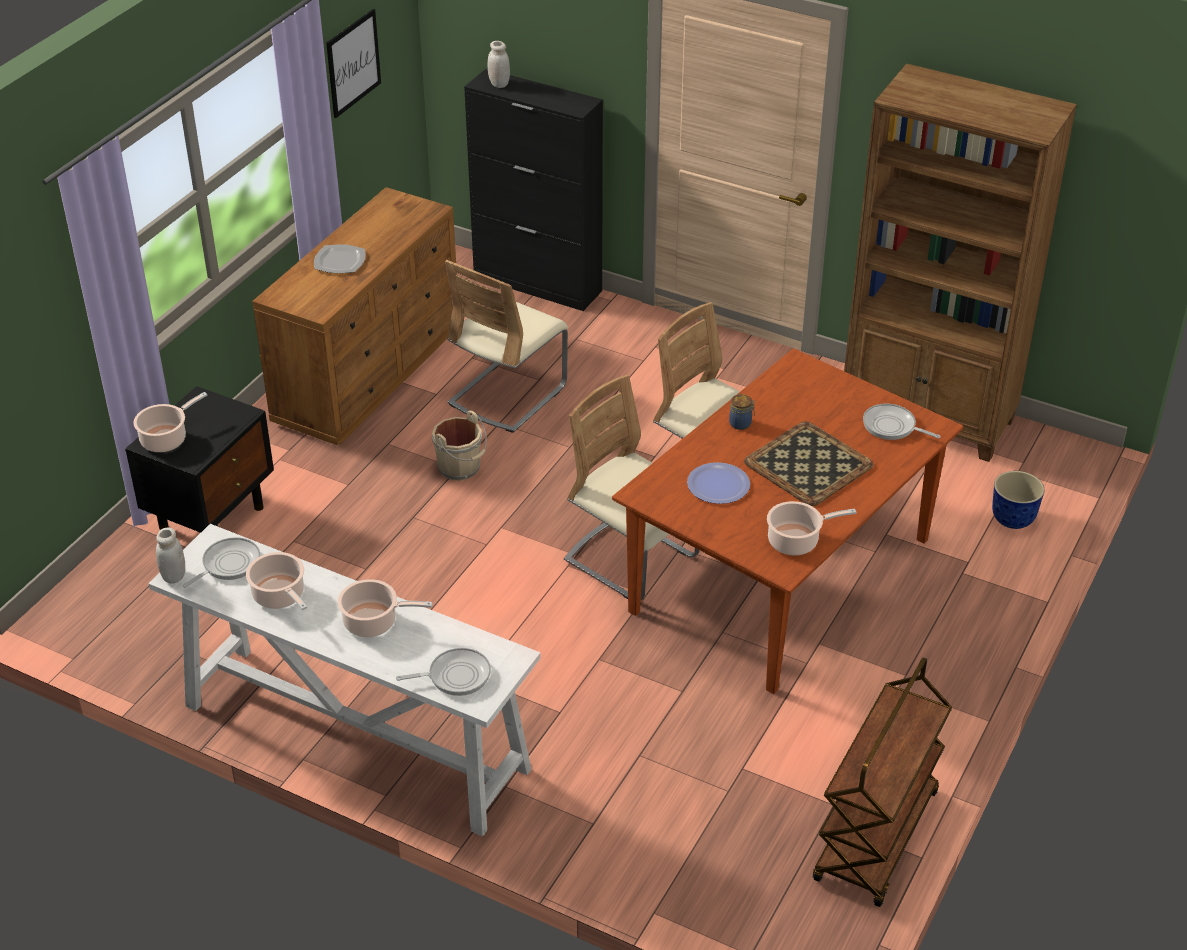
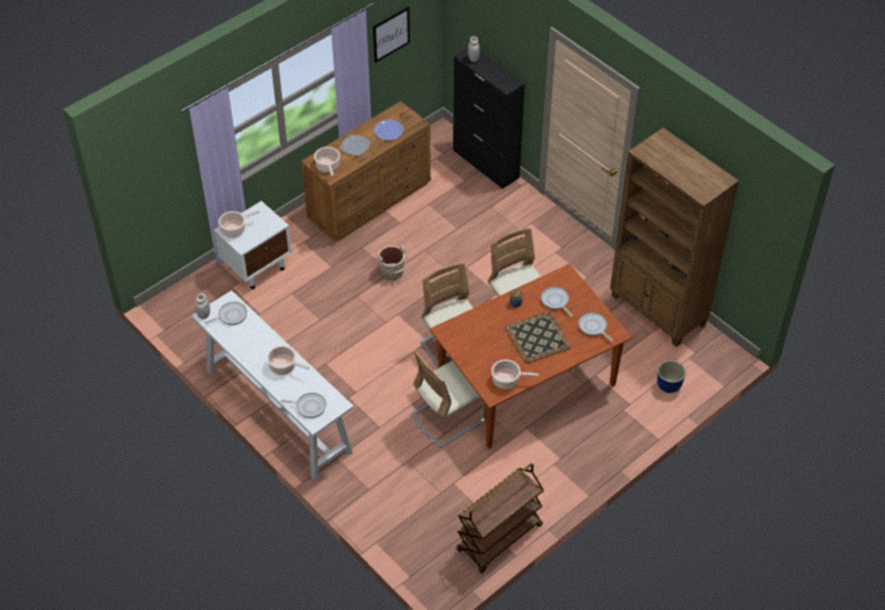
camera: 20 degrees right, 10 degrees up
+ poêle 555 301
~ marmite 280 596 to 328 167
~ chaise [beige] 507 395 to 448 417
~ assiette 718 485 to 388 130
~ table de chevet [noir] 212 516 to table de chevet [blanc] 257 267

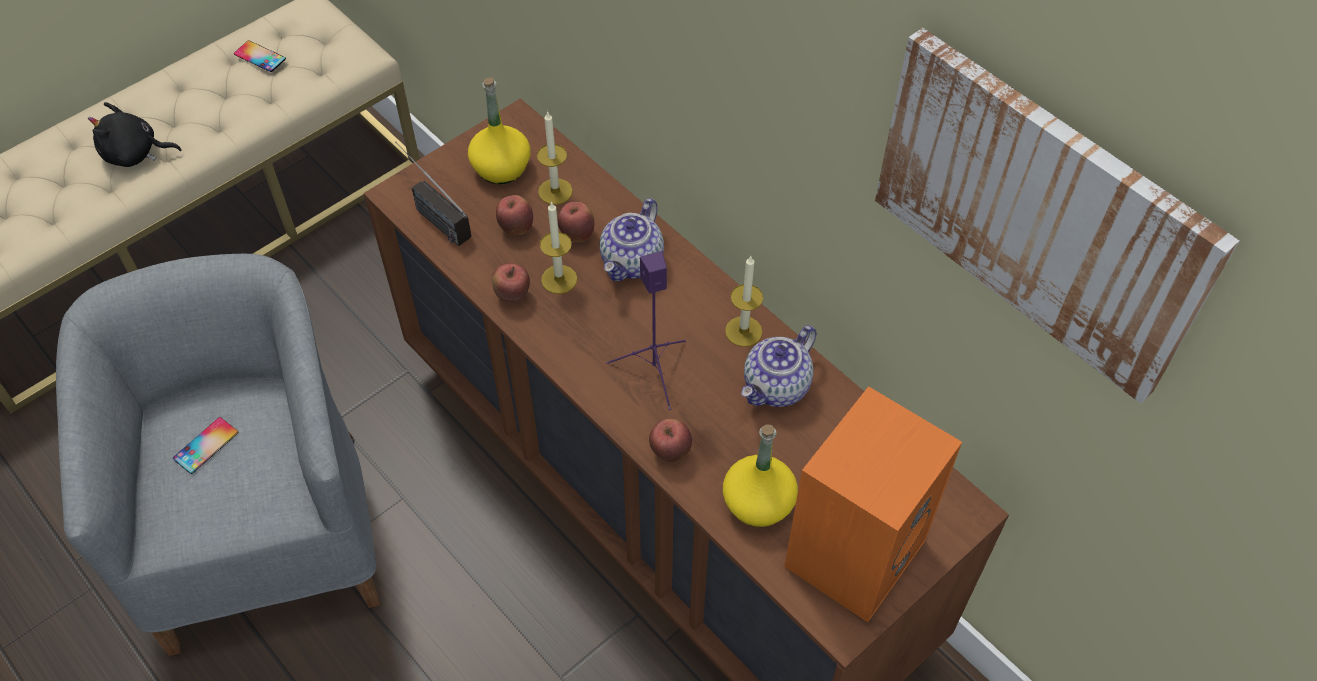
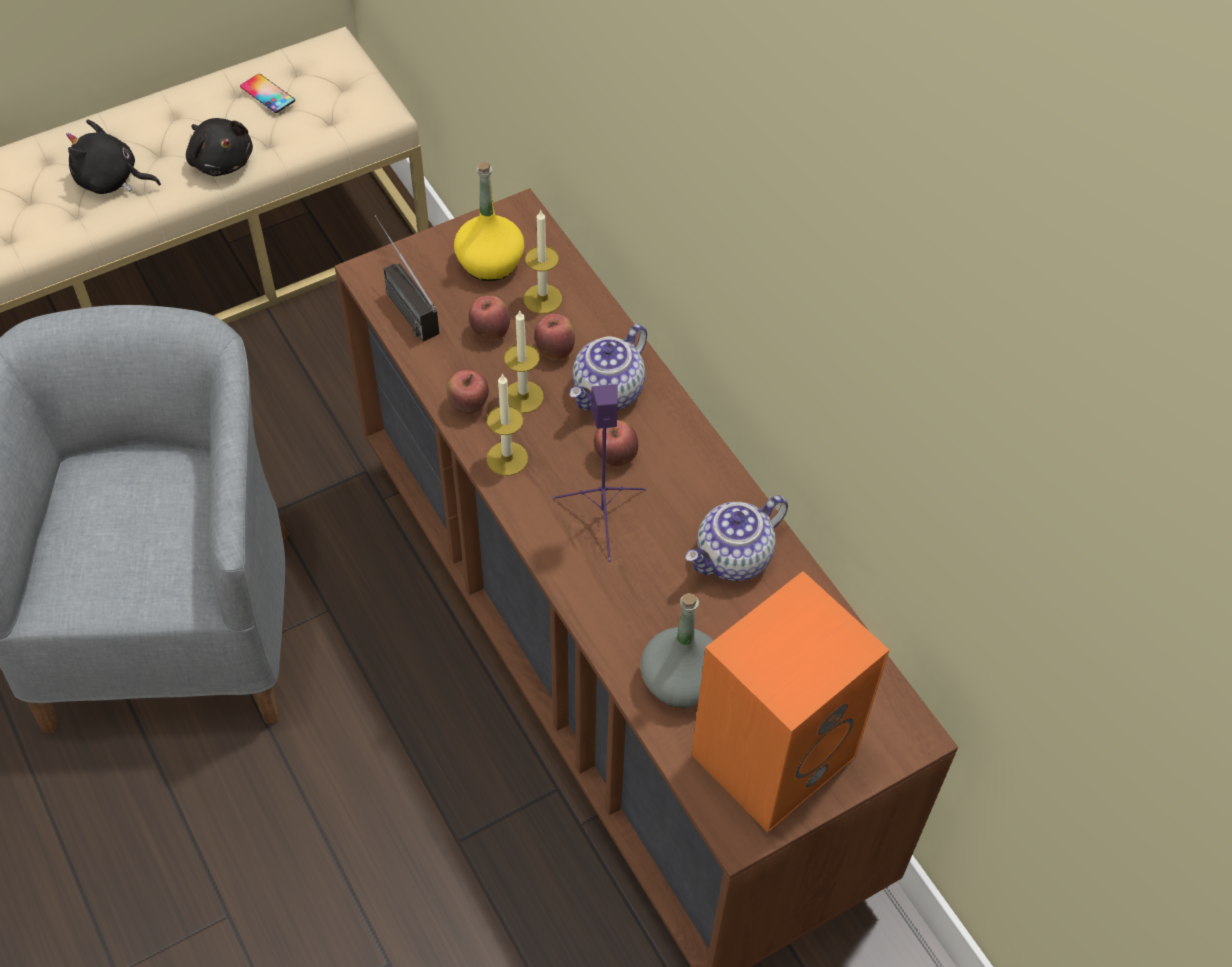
camera: 10 degrees right, 0 degrees up
- téléphone 206 445
- tableau 1039 212
+ peluche [noir] 221 161
~ pomme 670 451 to 615 457
~ bougie 743 331 to 507 458
~ bouteille [jaune] 758 502 to bouteille [gris] 680 680

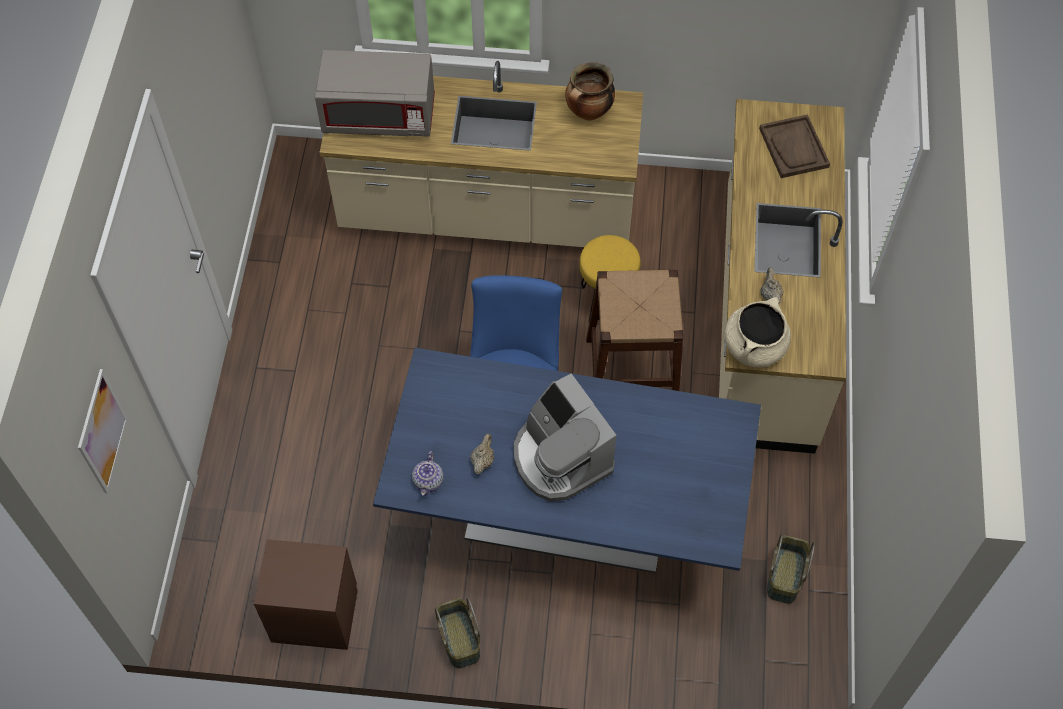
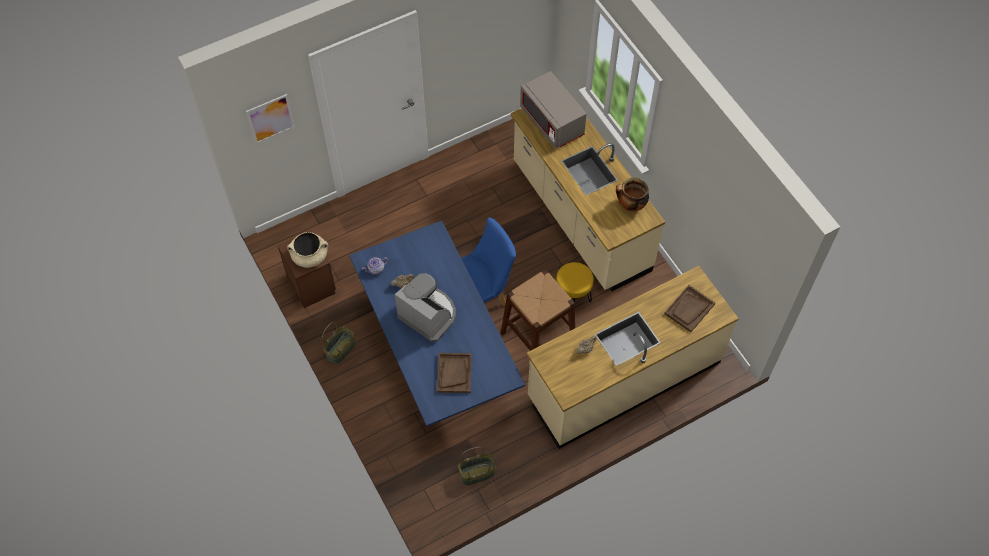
camera: 55 degrees right, 0 degrees up
+ plateau [marron] 454 373
~ marmite [beige] 754 346 to 310 256
~ machine à café 560 458 = 428 314 105 degrees clockwise

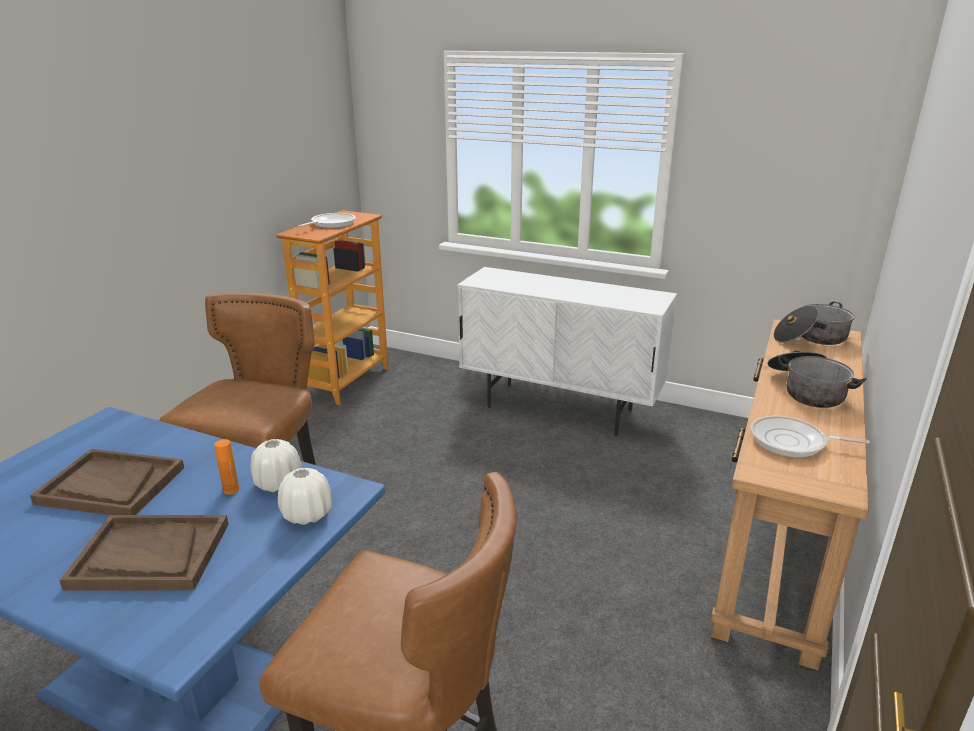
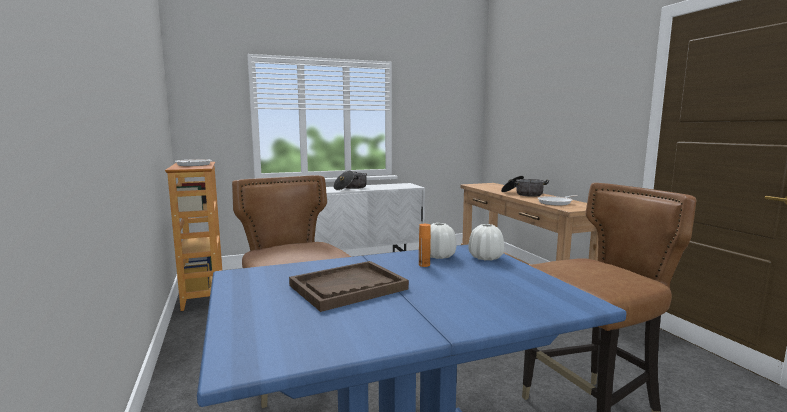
camera: 45 degrees left, 15 degrees down
- plateau [marron] 150 555
~ marmite 811 338 to 350 188

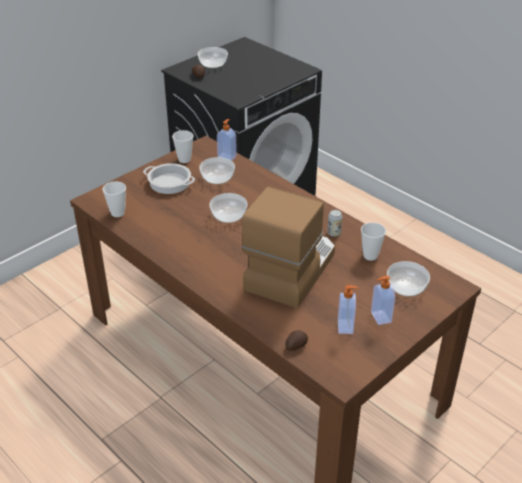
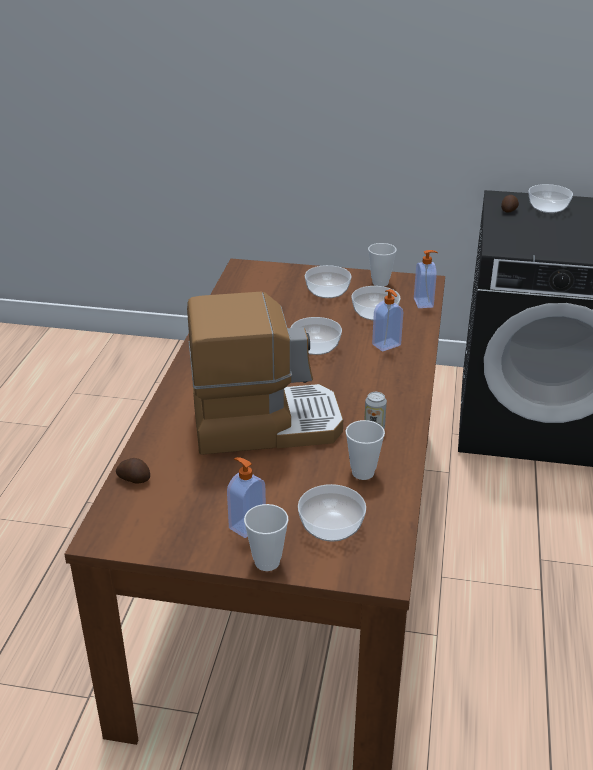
camera: 55 degrees right, 5 degrees down
~ tasse 117 213 to 267 562
~ distributeur de savon 346 326 to 387 345
~ marmite 170 182 to bol 328 292

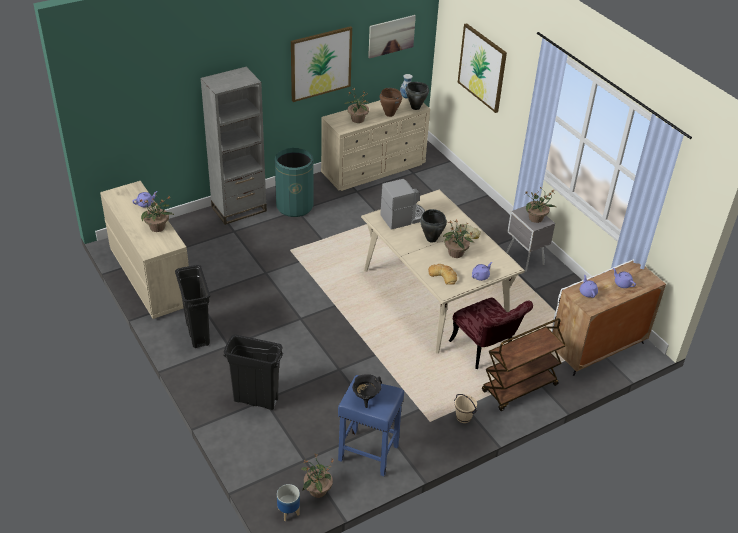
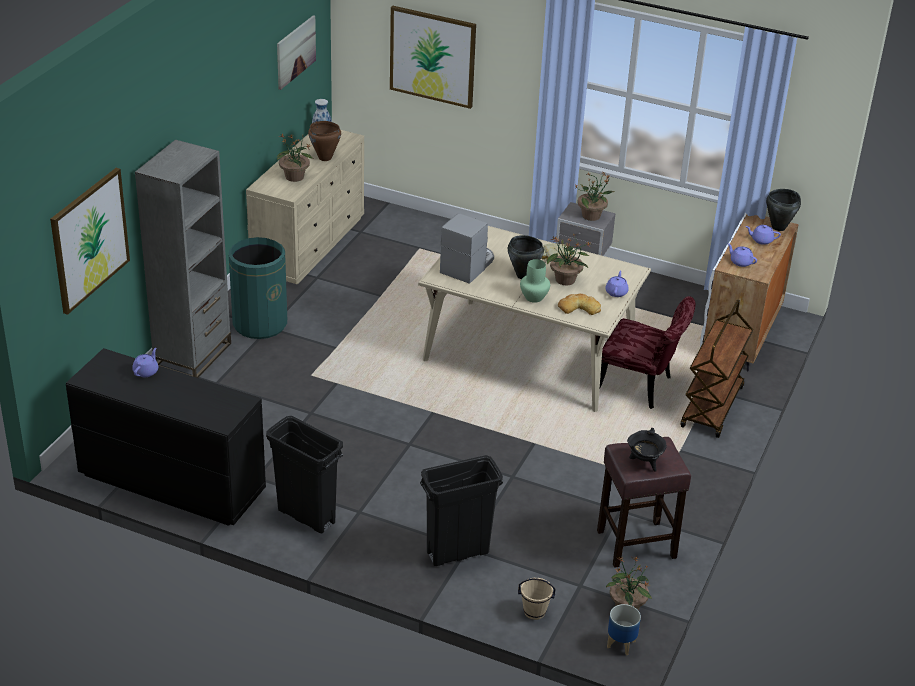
camera: 35 degrees left, 5 degrees down
- plante en pot 158 227
+ vase [vert] 534 297
~ tableau 320 63 to 89 240
~ marmite [noir] 415 107 to 778 227
~ seau [beige] 463 417 to 534 612
~ commode [beige] 150 278 to commode [noir] 170 482
~ tabouret [bleu] 367 453 to tabouret [marron] 635 544

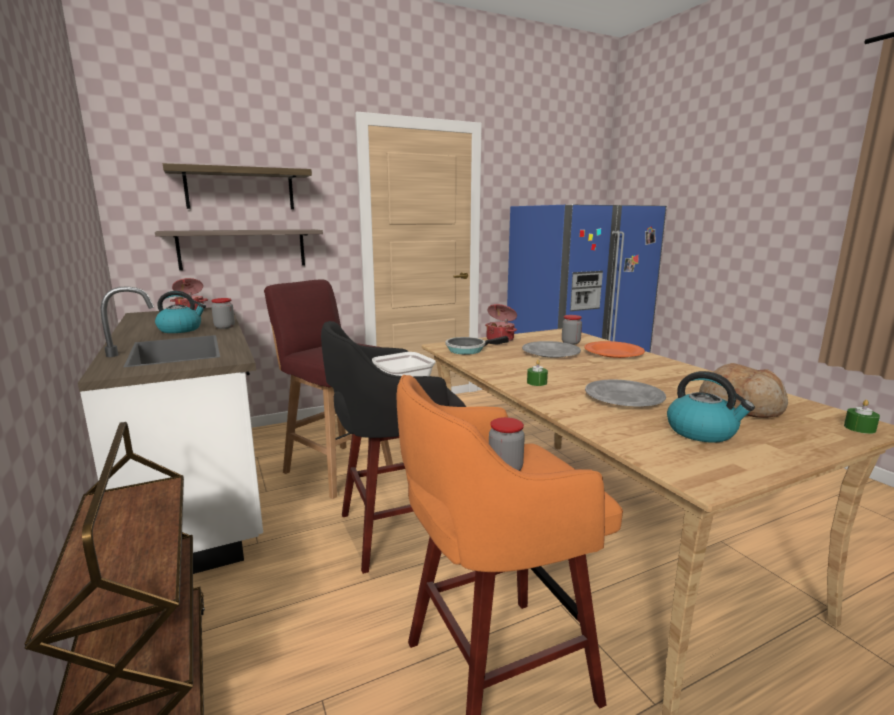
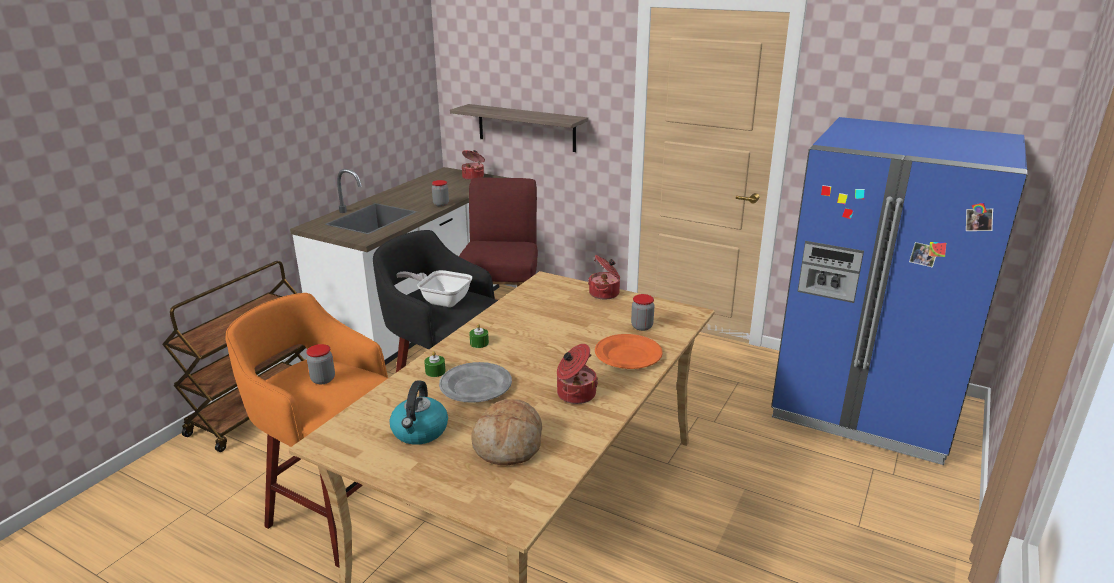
camera: 55 degrees right, 10 degrees up
- bouilloire 181 329
- étagère 240 189
- poêle 468 349
- assiette [gris] 551 353
+ marmite 575 394
~ bougie [vert] 859 428 to 435 371

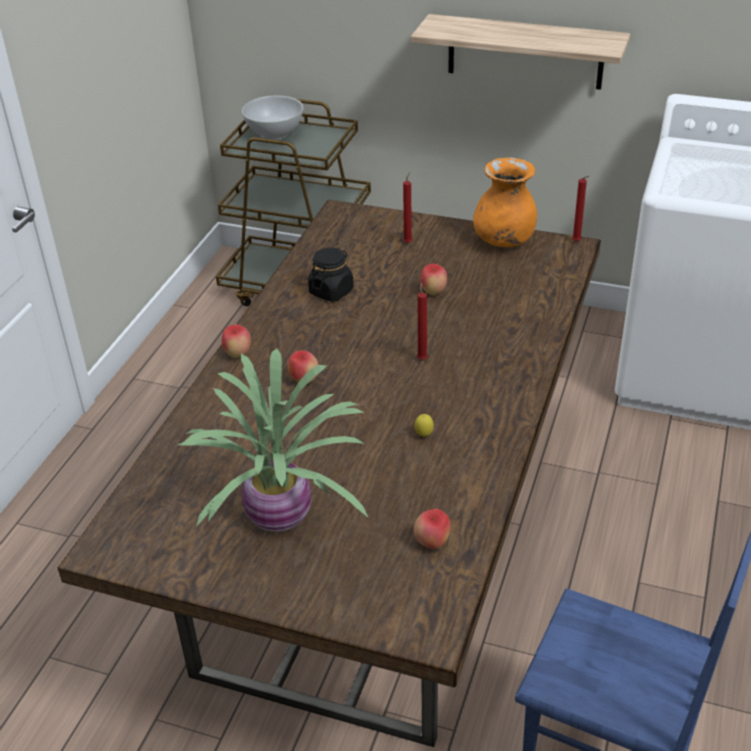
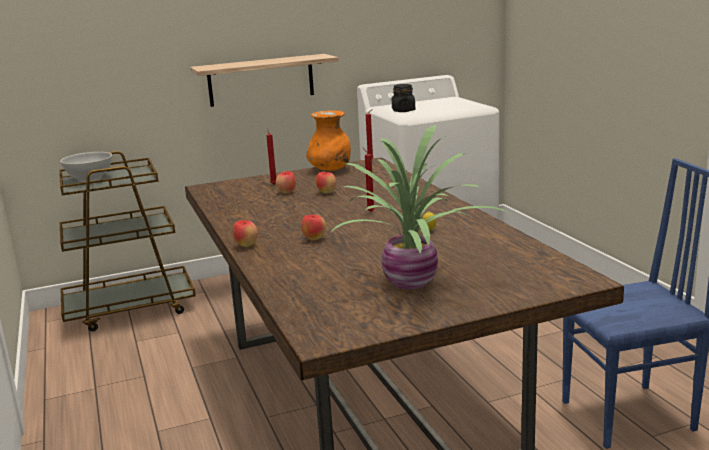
camera: 40 degrees left, 20 degrees down
~ bocal [noir] 331 291 to 403 110
~ pomme 432 543 to 287 192

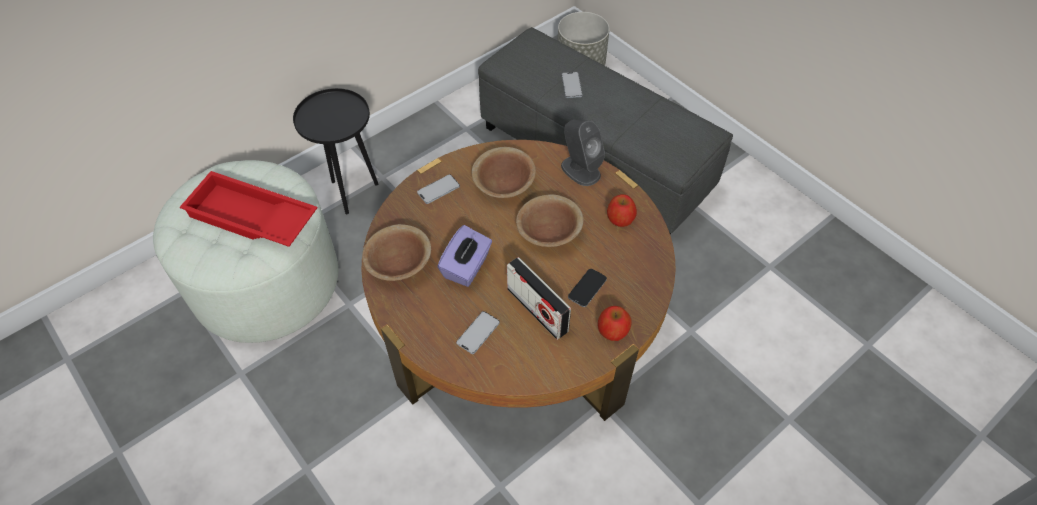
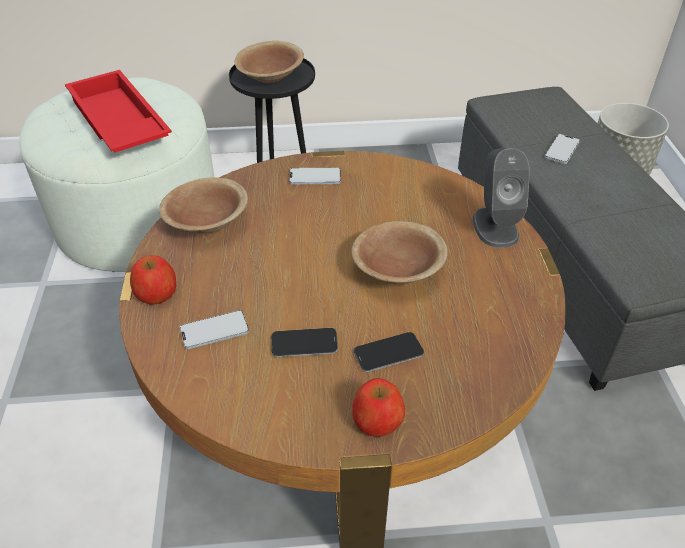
camera: 35 degrees right, 10 degrees down
- boîte à mouchoirs [violet] 467 267
~ bol [marron] 504 184 to 270 76
~ pomme 620 218 to 156 292
~ radio 537 310 to téléphone 304 343

